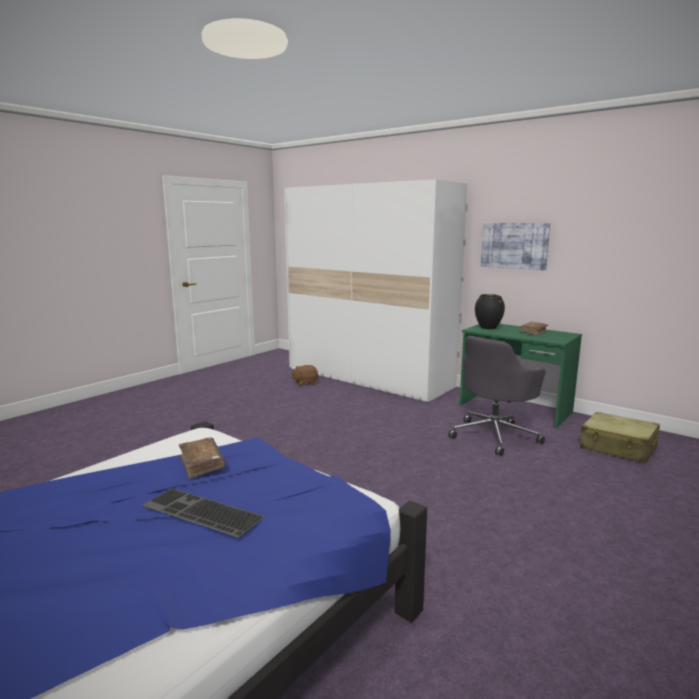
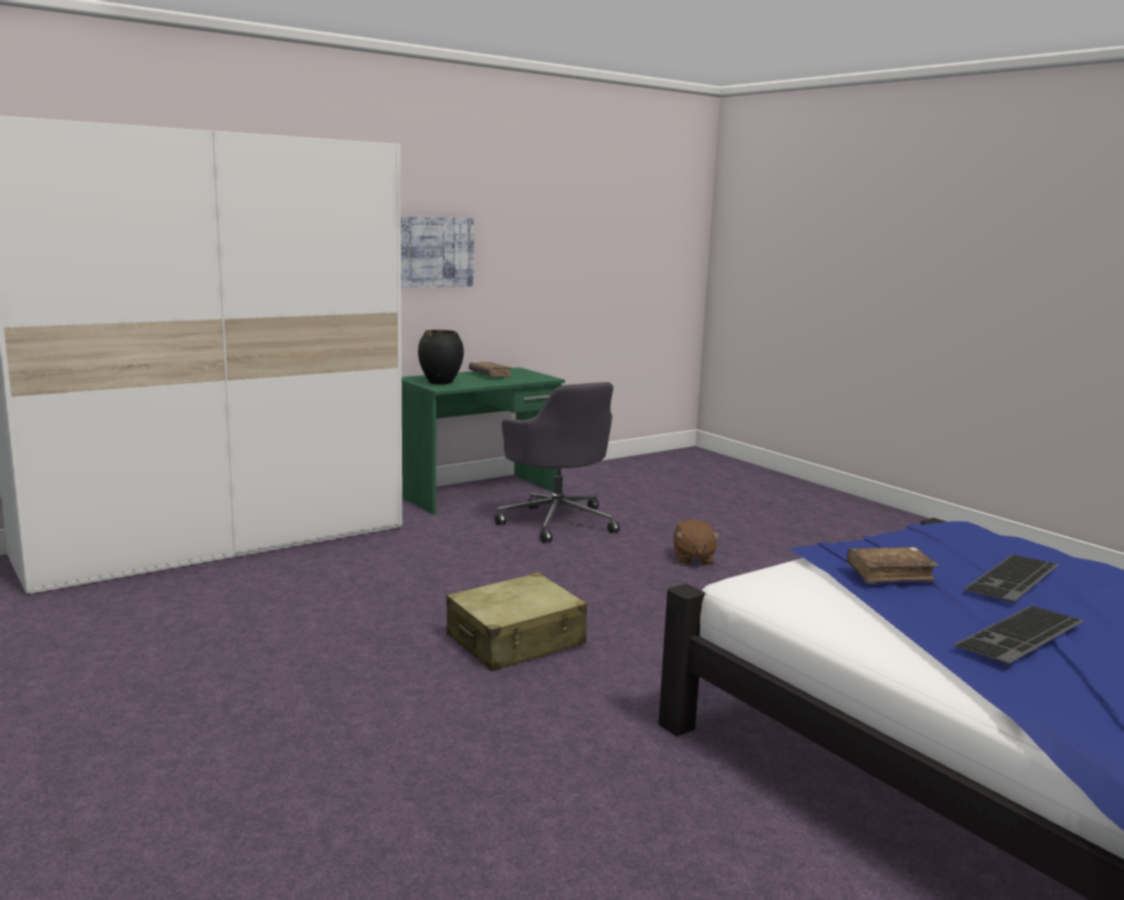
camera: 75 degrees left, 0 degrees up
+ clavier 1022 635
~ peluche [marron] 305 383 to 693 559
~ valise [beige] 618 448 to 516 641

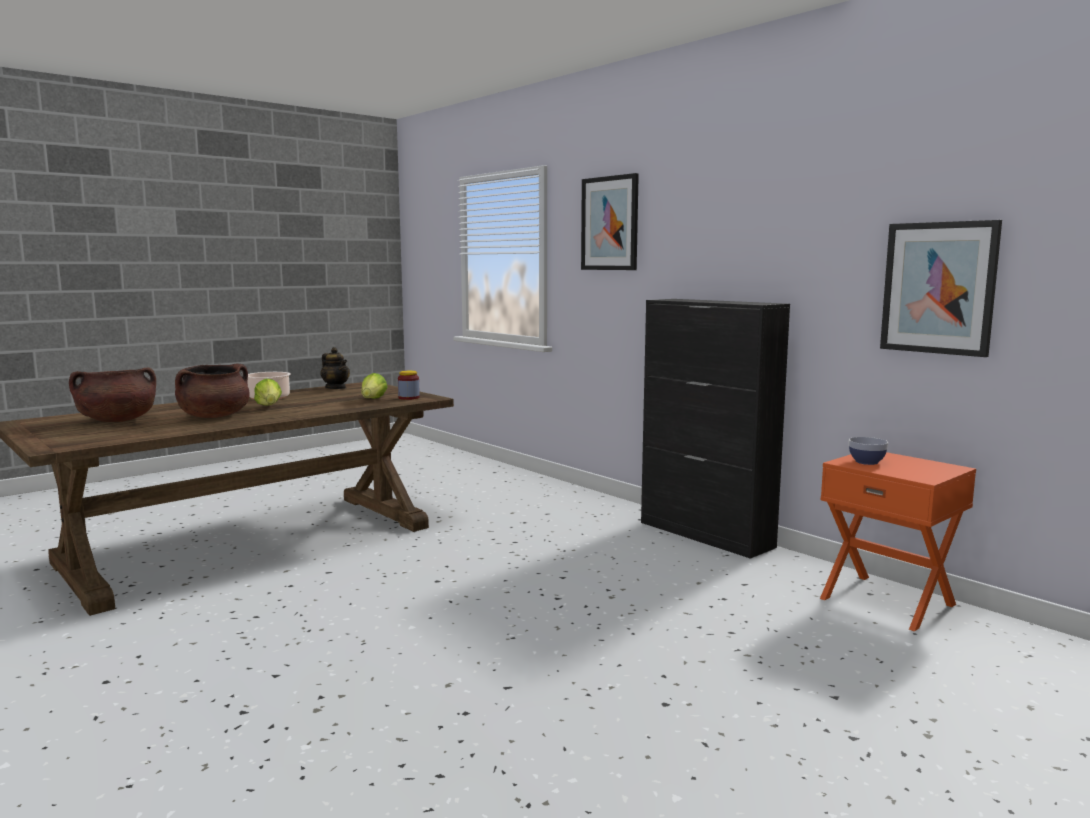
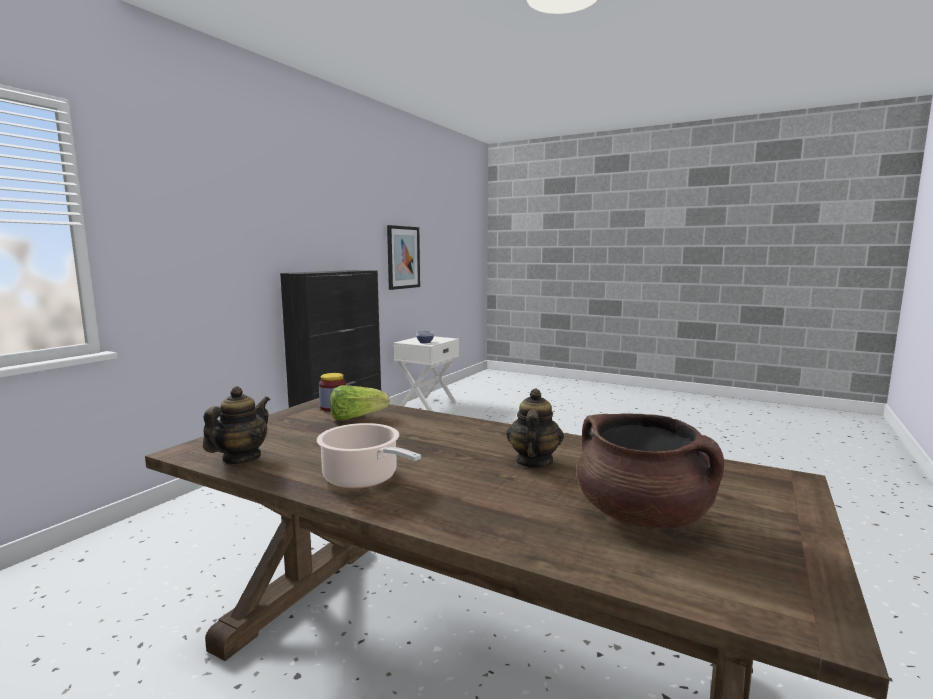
camera: 110 degrees left, 0 degrees up
- laitue 269 407
- tableau 610 223
~ marmite [marron] 214 416 to théière 533 462
~ table de chevet [orange] 888 601 to table de chevet [blanc] 427 405

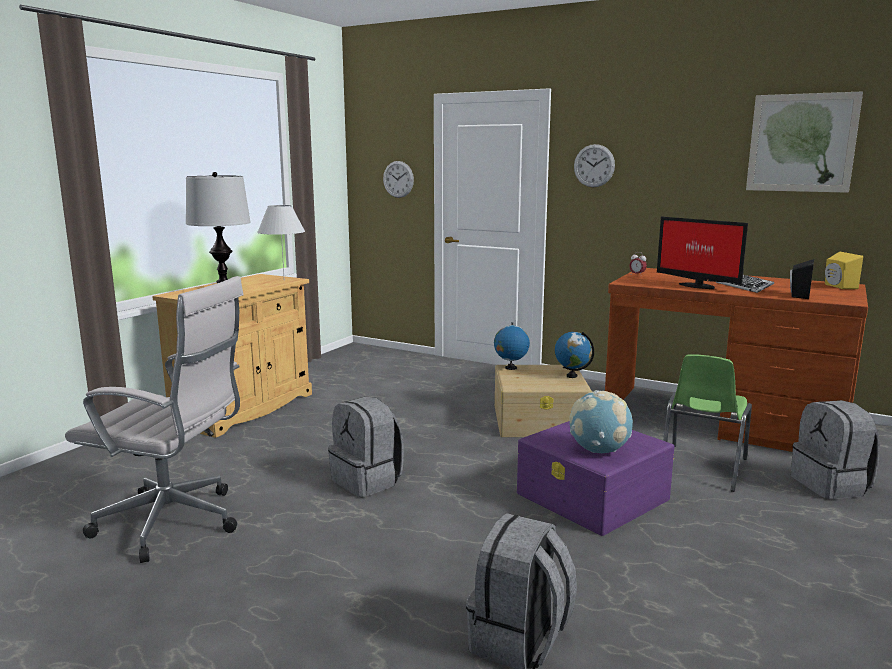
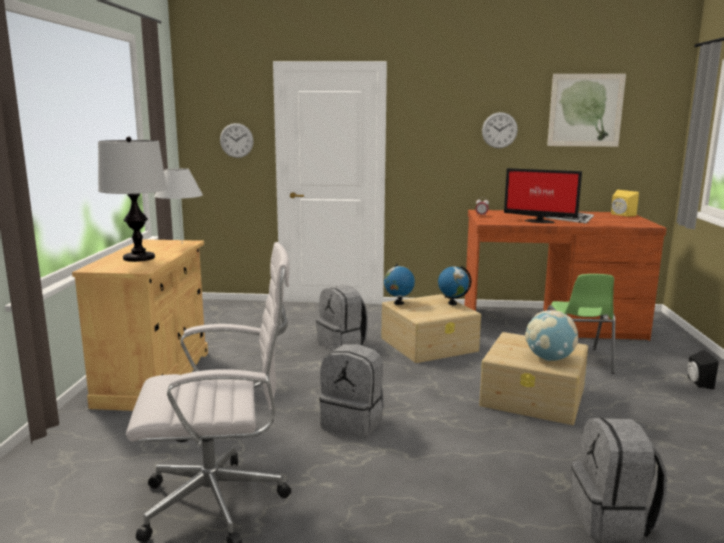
camera: 25 degrees left, 0 degrees up
~ horloge murale 594 166 to 499 130
~ enceinte [noir] 798 295 to 697 383
~ sac à dos [gris] 831 485 to 342 344
~ boîte de rangement [violet] 593 496 to boîte de rangement [beige] 534 397

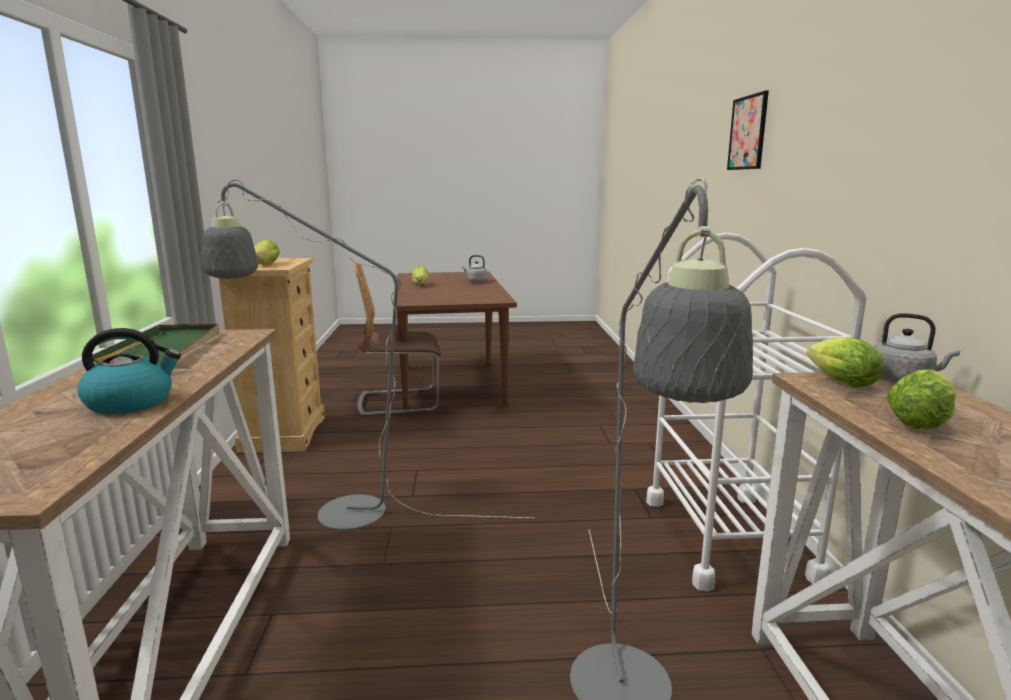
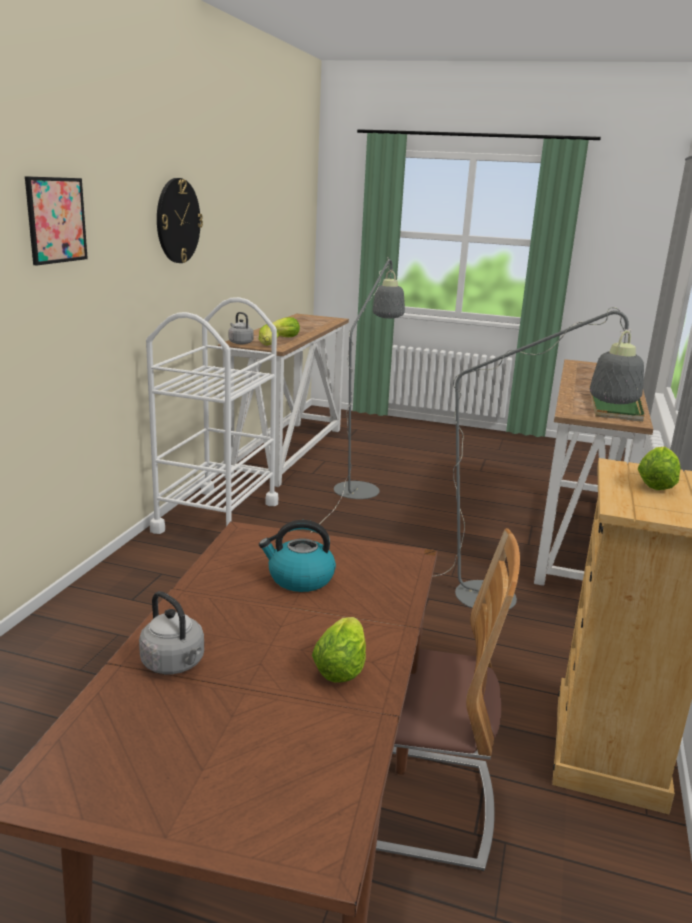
camera: 160 degrees left, 5 degrees up
+ horloge murale 177 221
~ bouilloire 131 402 to 300 579

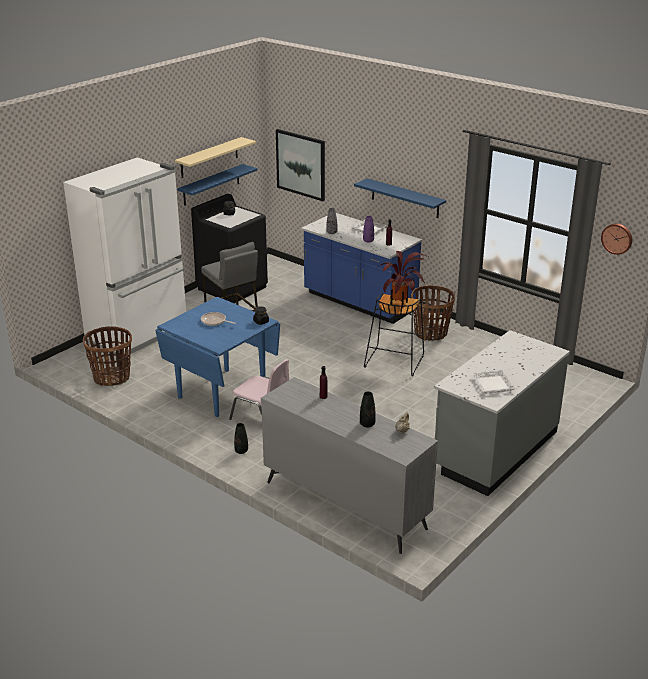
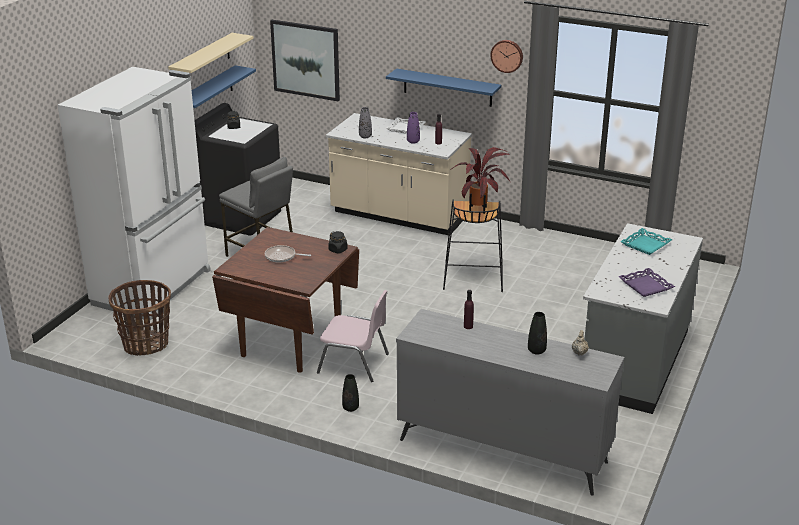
camera: 15 degrees left, 0 degrees up
- panier 430 333
+ plateau [turquoise] 646 245
~ horloge murale 617 238 to 507 55
~ table à manger [bleu] 222 392 to table à manger [marron] 292 342
~ comptoir de cuisine [bleu] 359 302 to comptoir de cuisine [beige] 399 215
~ plateau [blanc] 493 385 to plateau [violet] 646 286

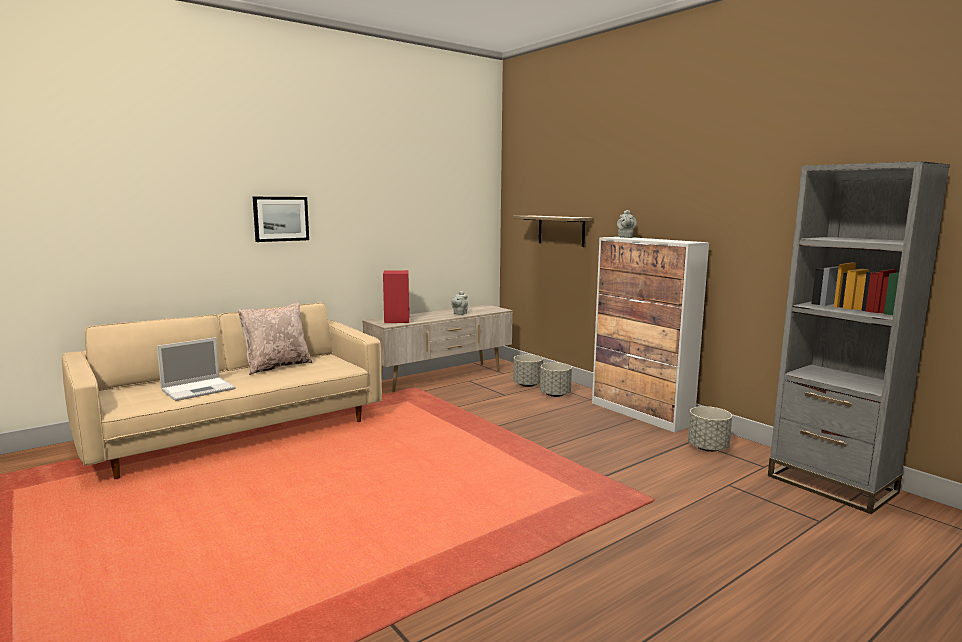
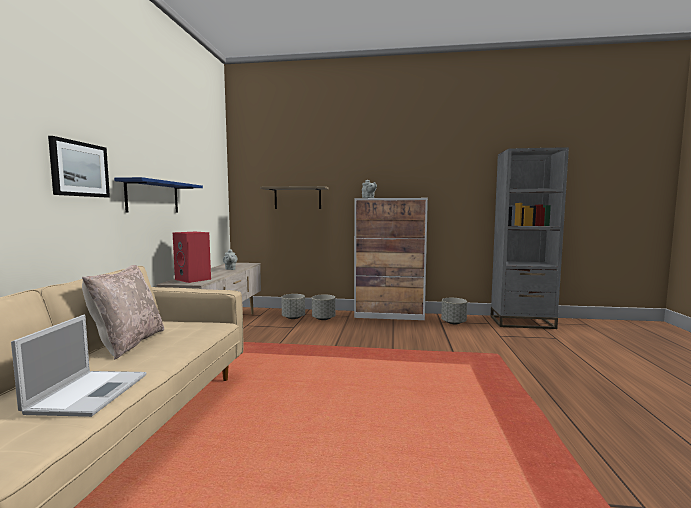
camera: 45 degrees left, 5 degrees down
+ étagère [bleu] 153 197

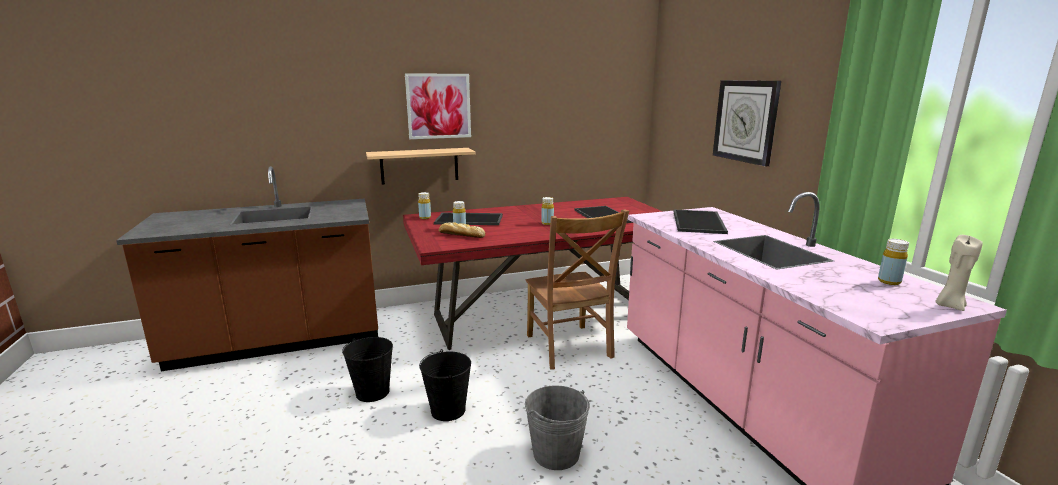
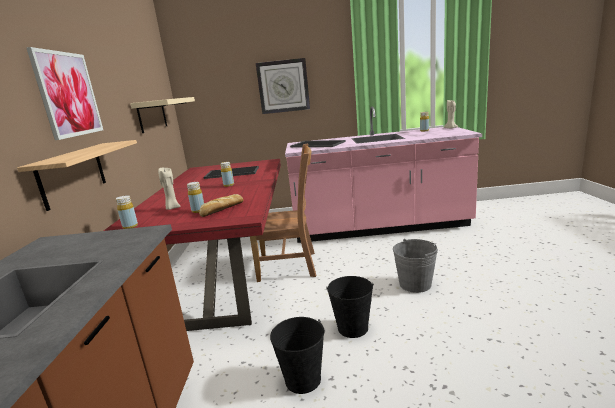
camera: 70 degrees left, 0 degrees up
+ étagère [beige] 152 115
~ plateau 470 219 to bougie [beige] 172 208

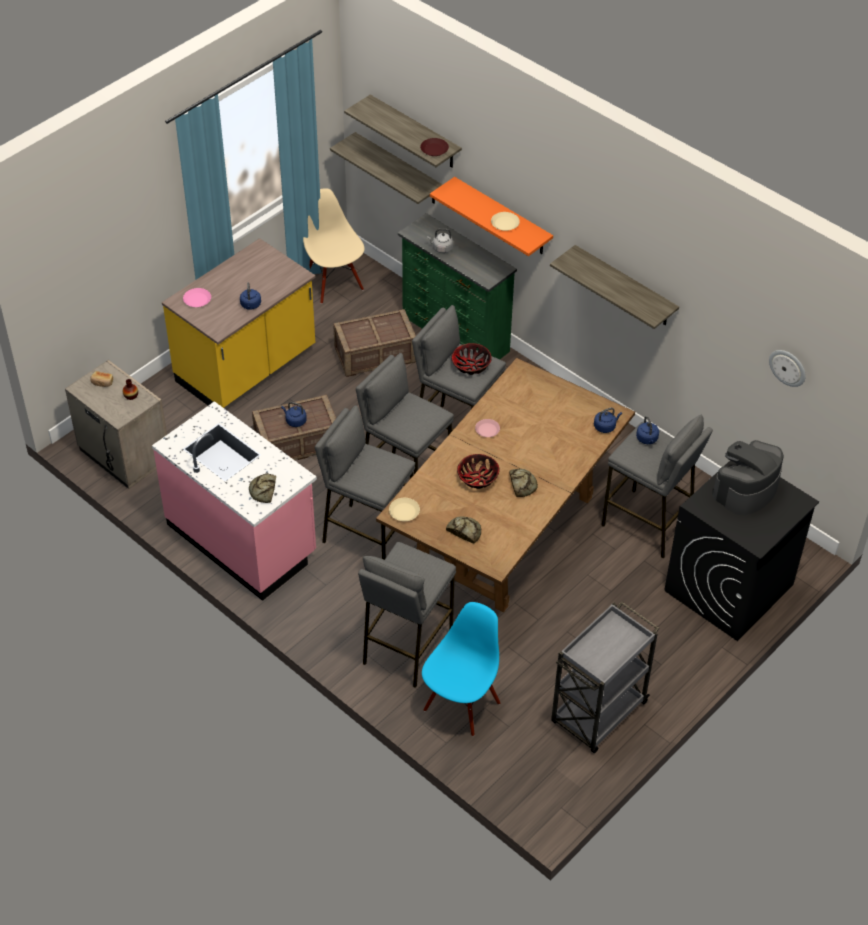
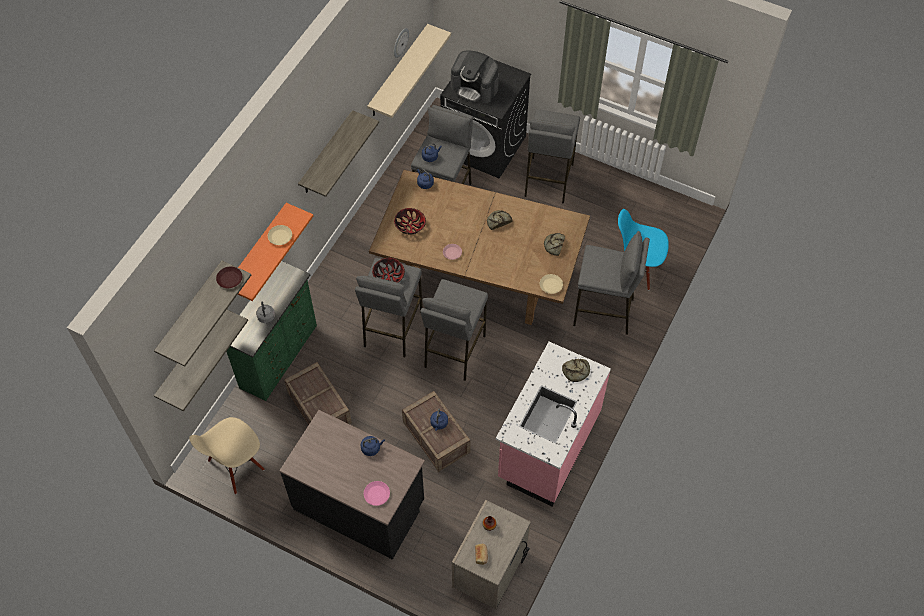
camera: 105 degrees left, 10 degrees up
- chariot [gris] 597 714
+ étagère [beige] 398 72
~ tabouret [gris] 367 535 to 548 180
~ bol 478 478 to 410 226
~ comptoir de cuisine [jaune] 247 367 to comptoir de cuisine [noir] 359 505

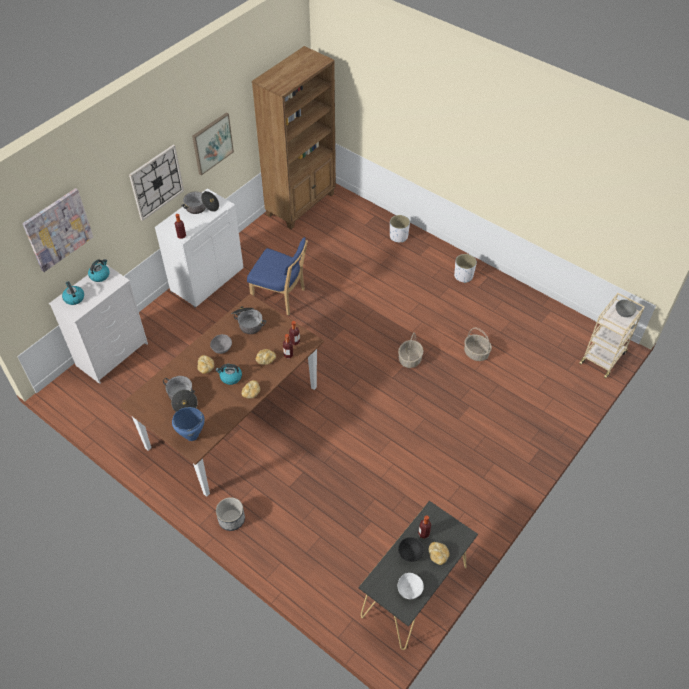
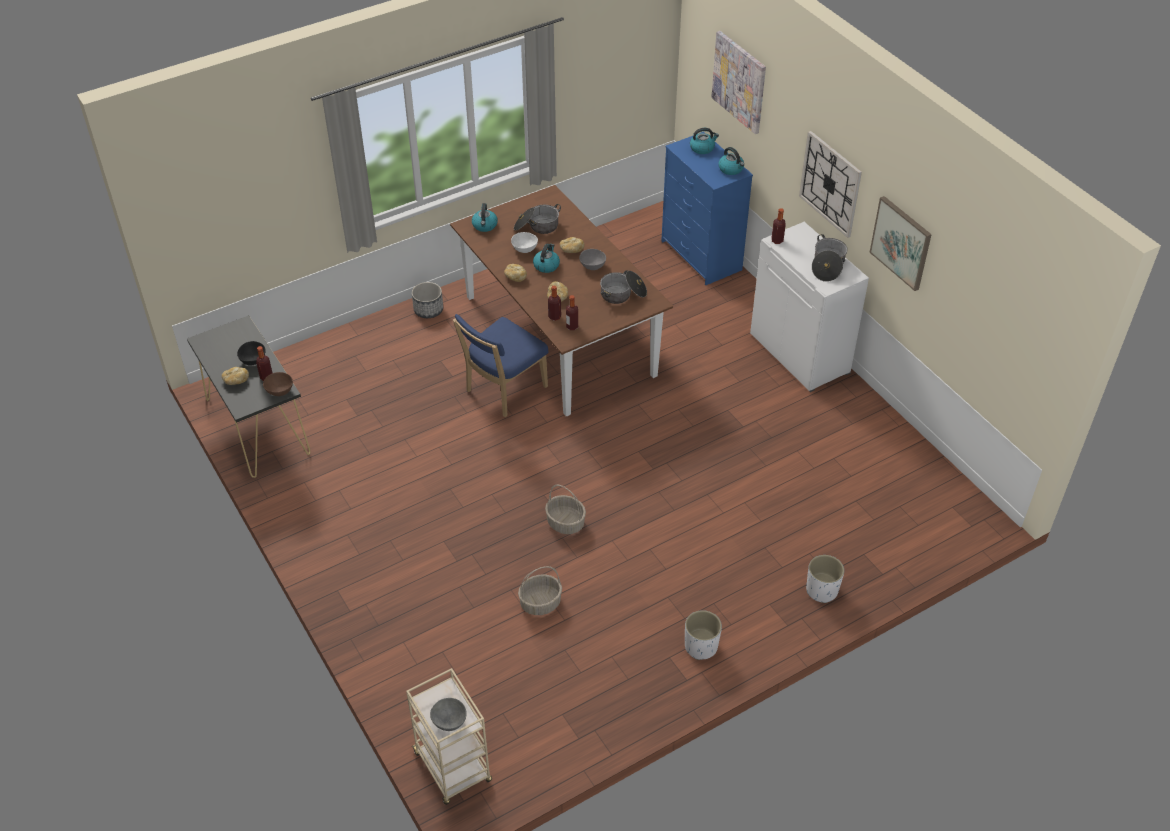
camera: 110 degrees right, 5 degrees down
- bibliothèque [marron] 301 204
+ bol [marron] 279 391
~ chaise [bleu] 280 297 to 503 390
~ bol [blanc] 410 589 to 525 249
~ marmite [bleu] 191 435 to bouilloire 485 225
~ commode [blanc] 112 354 to commode [bleu] 702 256

